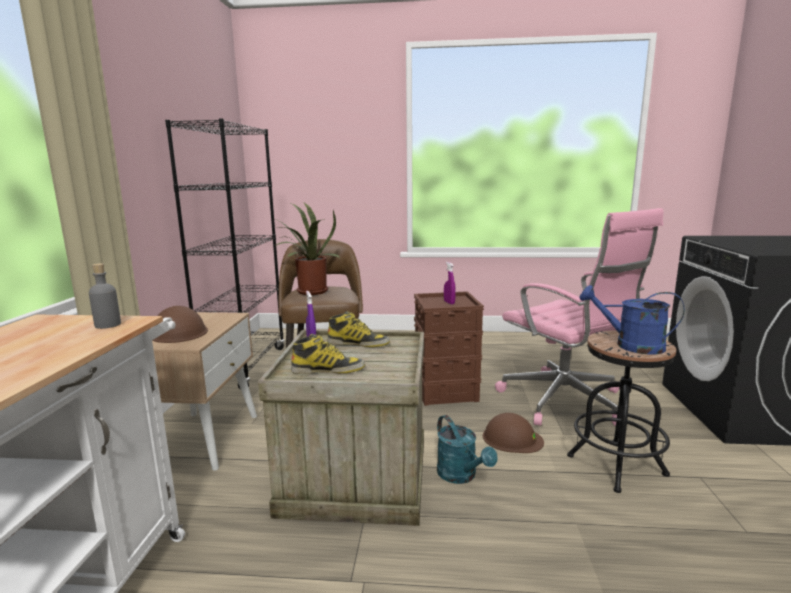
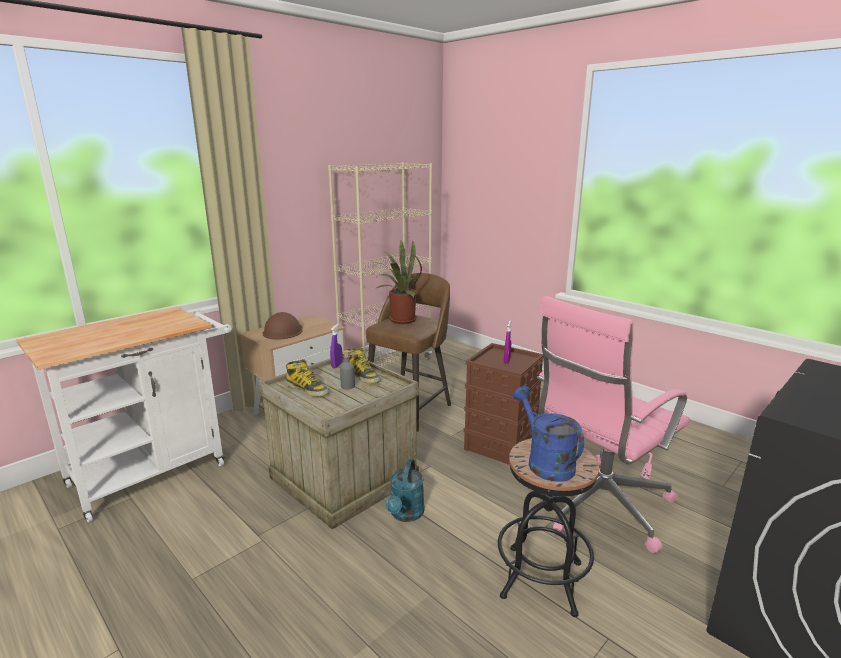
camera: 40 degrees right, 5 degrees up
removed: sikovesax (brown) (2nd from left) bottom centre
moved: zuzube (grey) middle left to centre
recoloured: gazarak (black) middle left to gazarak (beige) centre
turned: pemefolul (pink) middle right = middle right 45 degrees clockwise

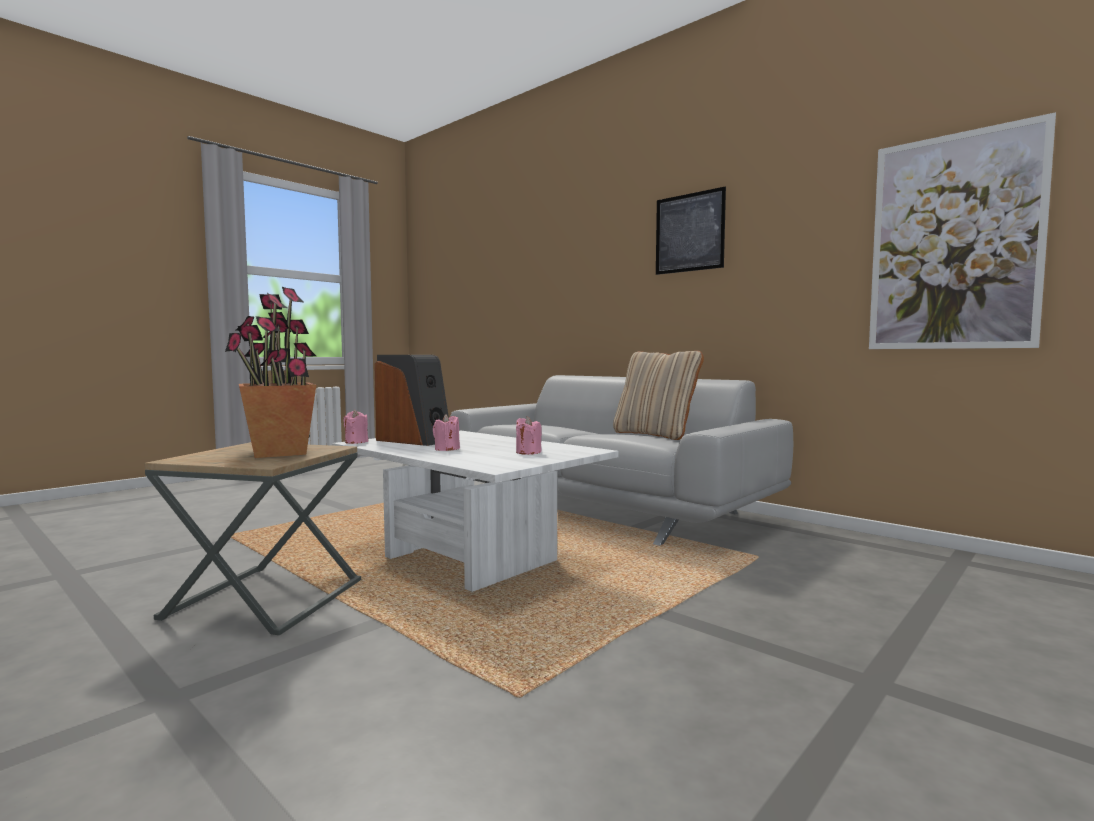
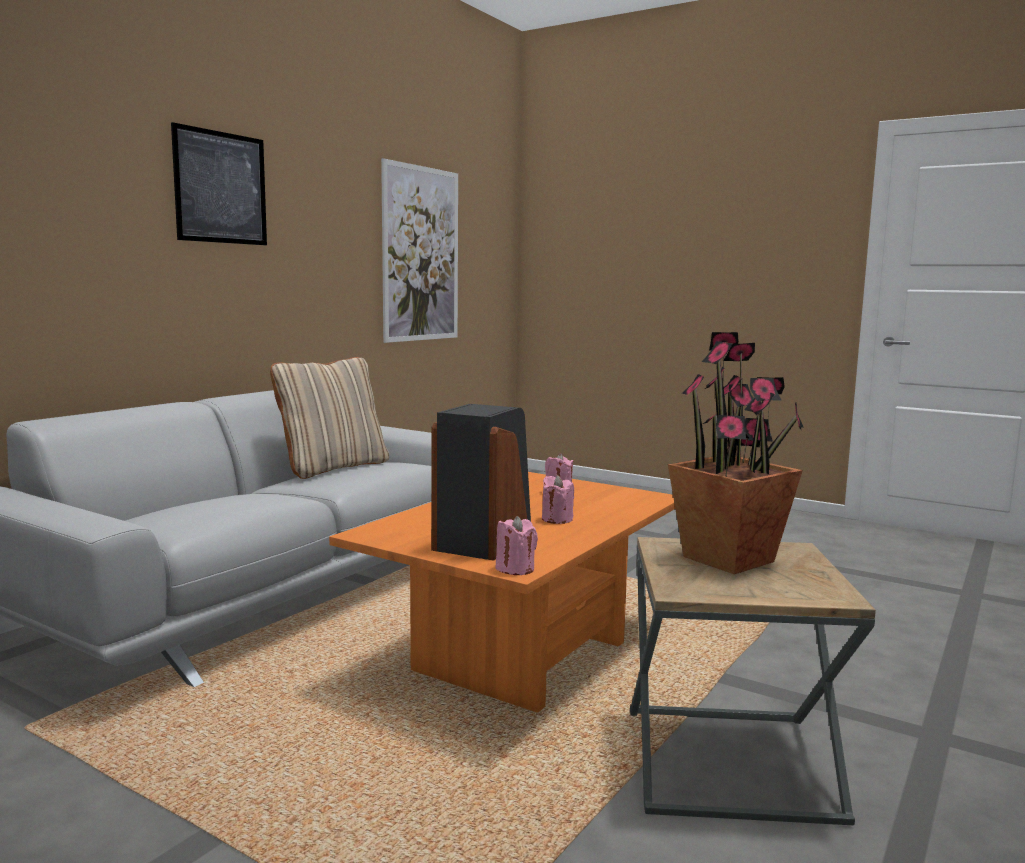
camera: 100 degrees left, 5 degrees up
recoloured: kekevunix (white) centre to kekevunix (orange) bottom centre

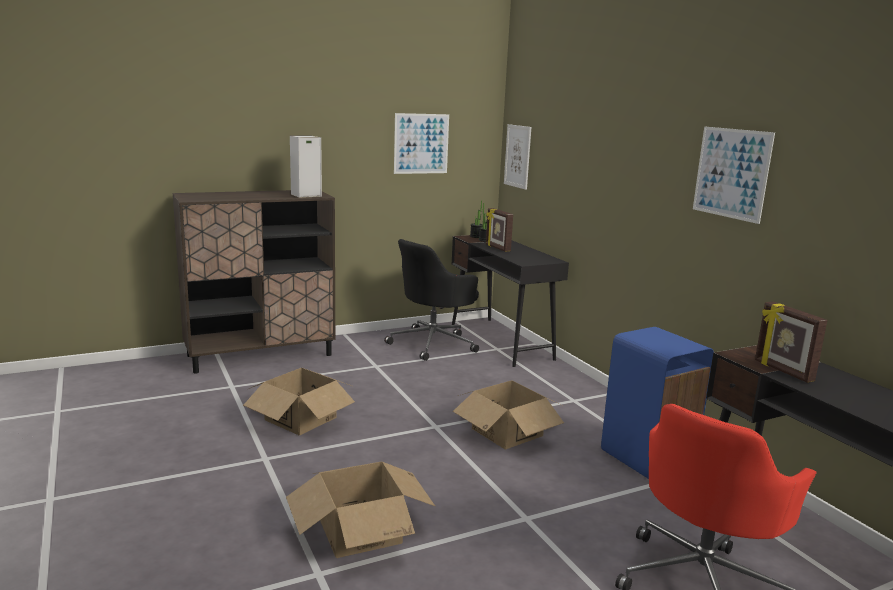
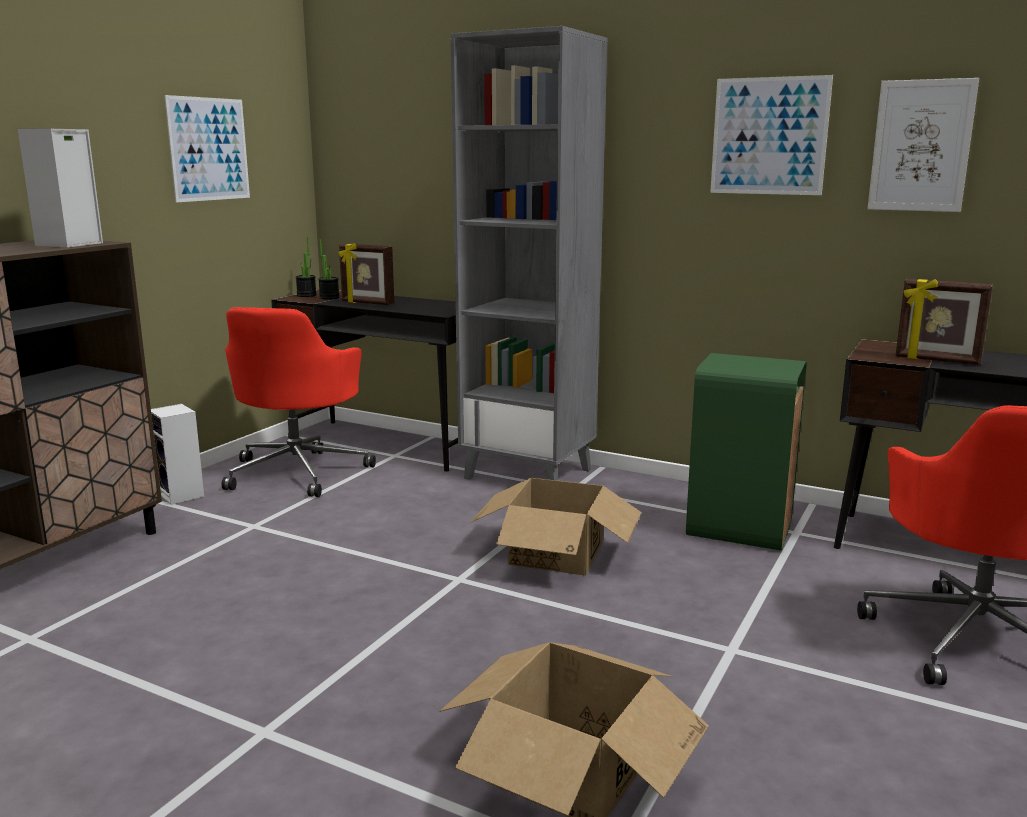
camera: 35 degrees left, 0 degrees up
removed: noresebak (1st from left) bottom centre
added: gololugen (2nd from left) middle left; gazarak (grey) top centre
moved: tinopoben (2nd from left in the first image) top centre to tinopoben (3rd from left) top right
recoloured: pemefolul (black) centre to pemefolul (red) (1st from left) middle left; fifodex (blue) bottom right to fifodex (green) middle right

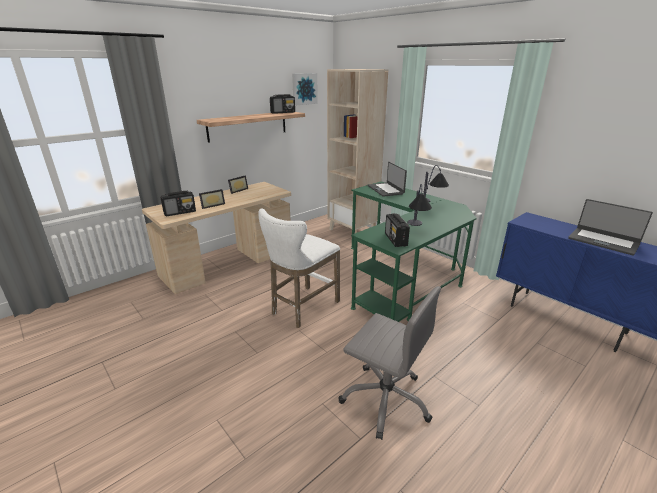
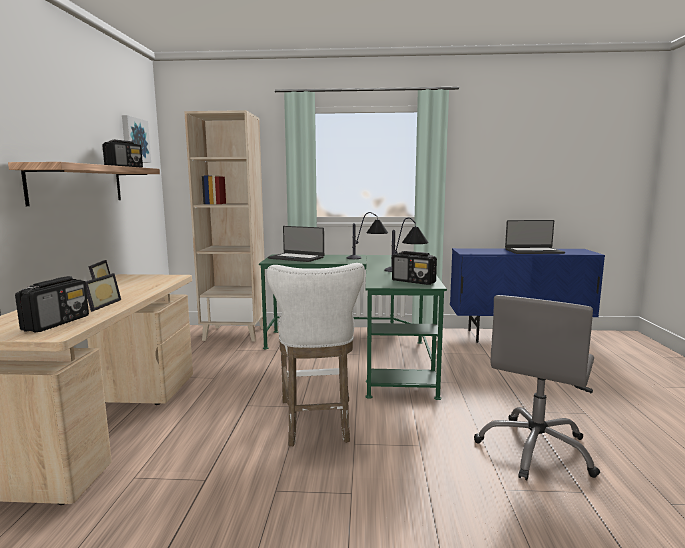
camera: 45 degrees left, 15 degrees down
turned: pemefolul (grey) bottom centre = bottom right 135 degrees clockwise

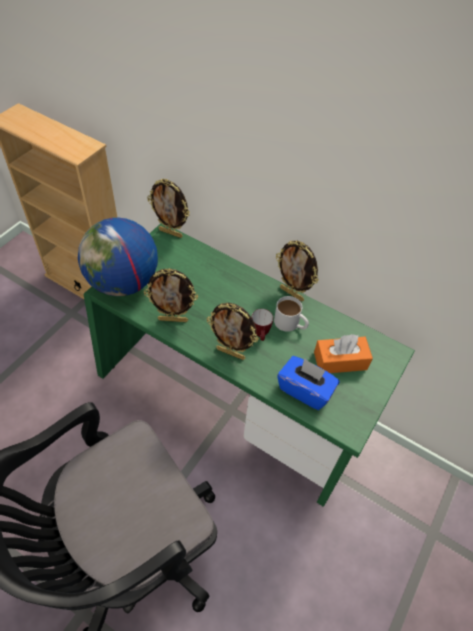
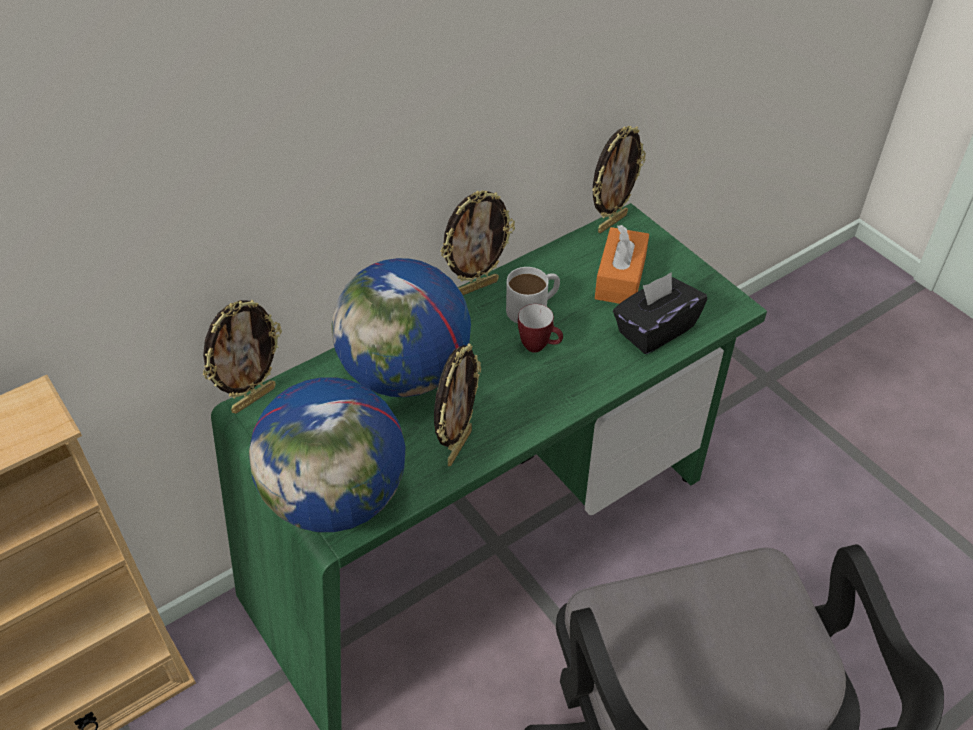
camera: 65 degrees left, 5 degrees down
added: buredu (2nd from left) centre
moved: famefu (3rd from left in the first image) centre to famefu (4th from left) top centre
recoloured: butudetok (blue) centre to butudetok (black) middle right

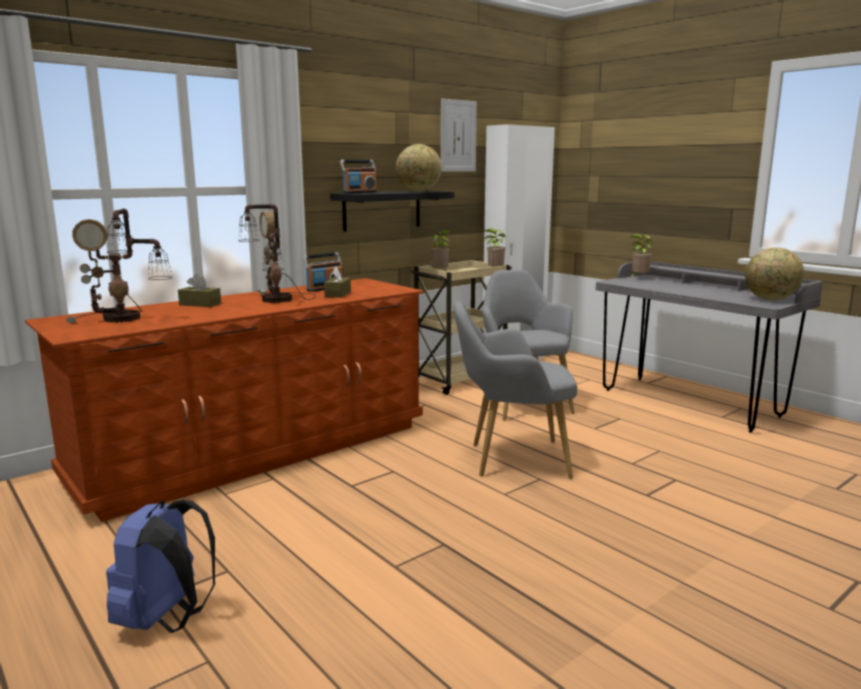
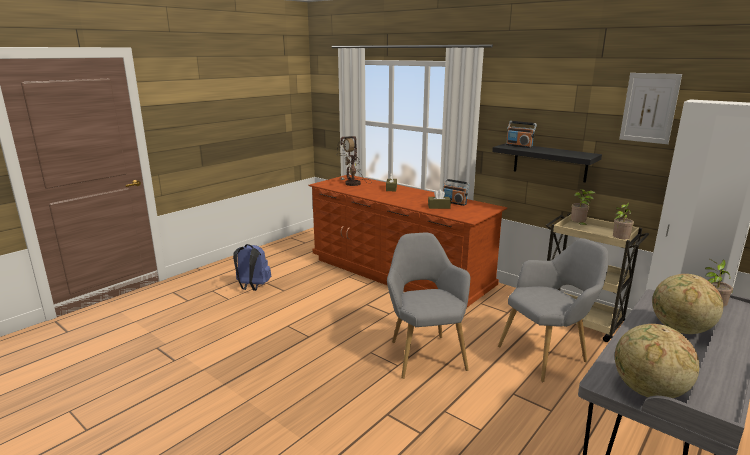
camera: 80 degrees right, 5 degrees up
removed: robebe (2nd from left) middle left
moved: buredu (1st from left in the first image) top centre to buredu (2nd from left) bottom right

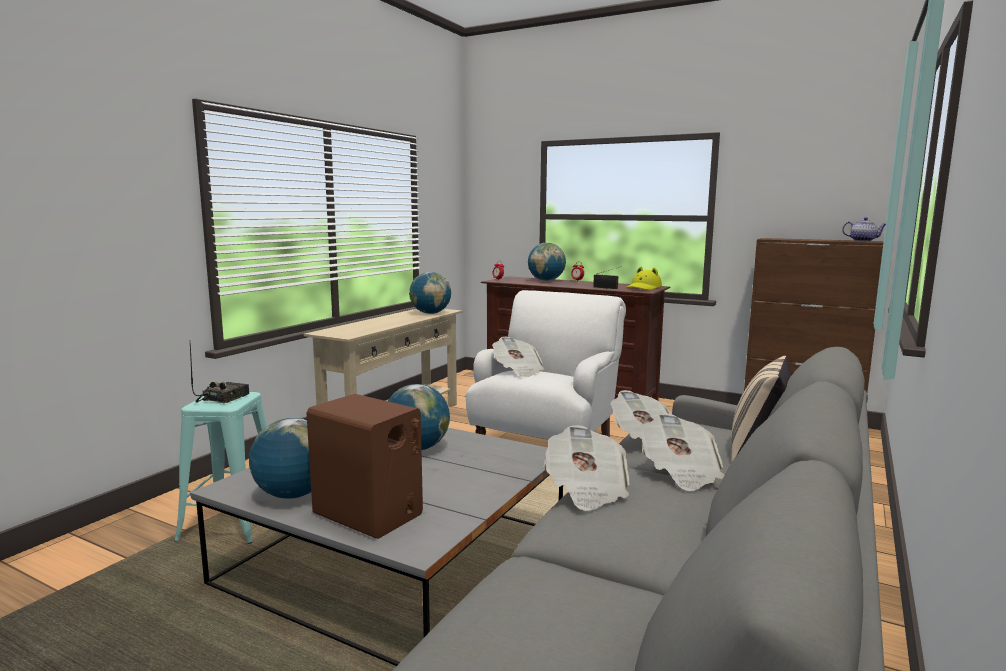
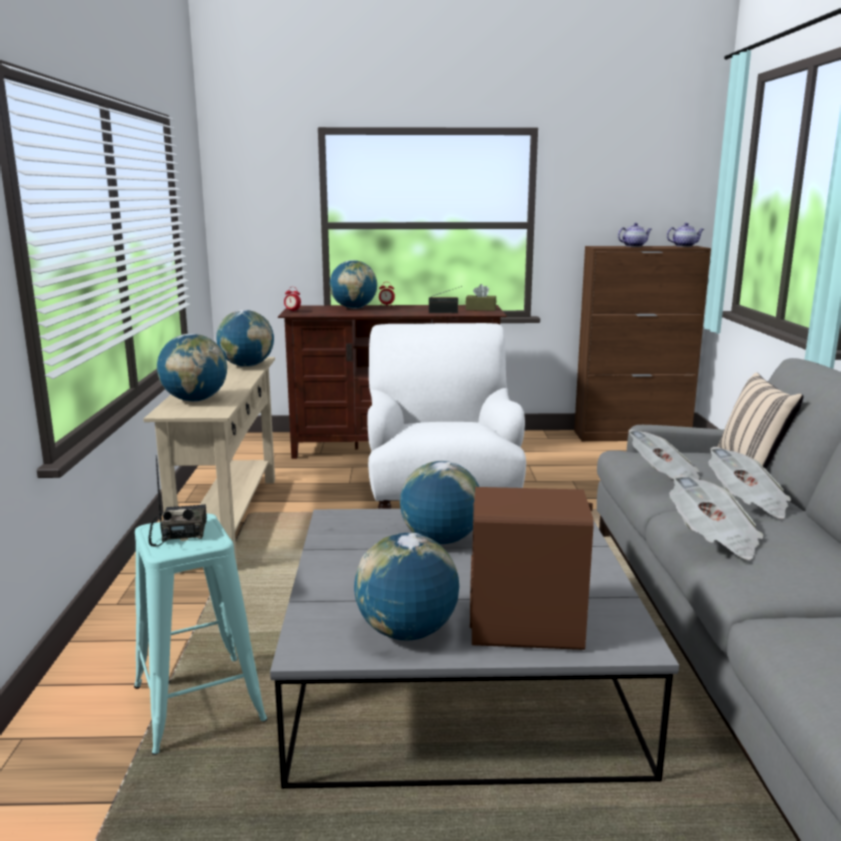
camera: 30 degrees left, 5 degrees up
removed: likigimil (1st from left) centre
added: buredu (1st from left) middle left; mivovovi (1st from left) top right
replaced: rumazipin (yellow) centre to butudetok (brown) centre

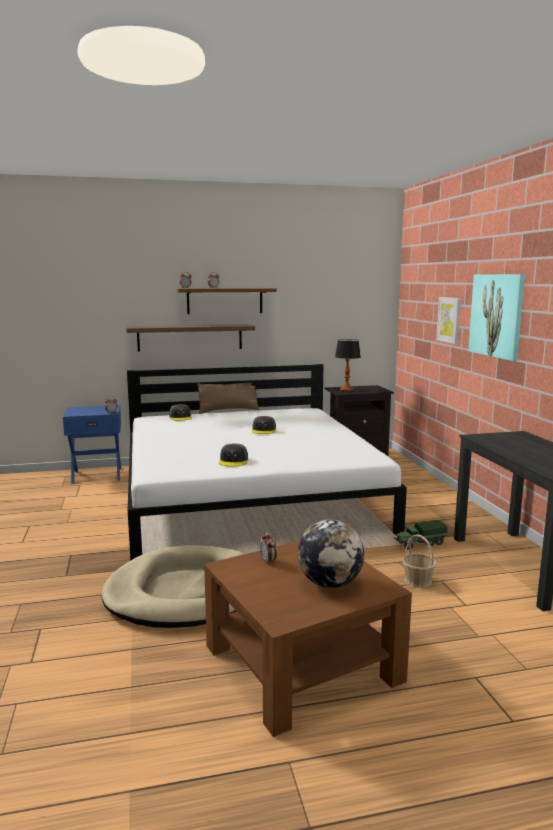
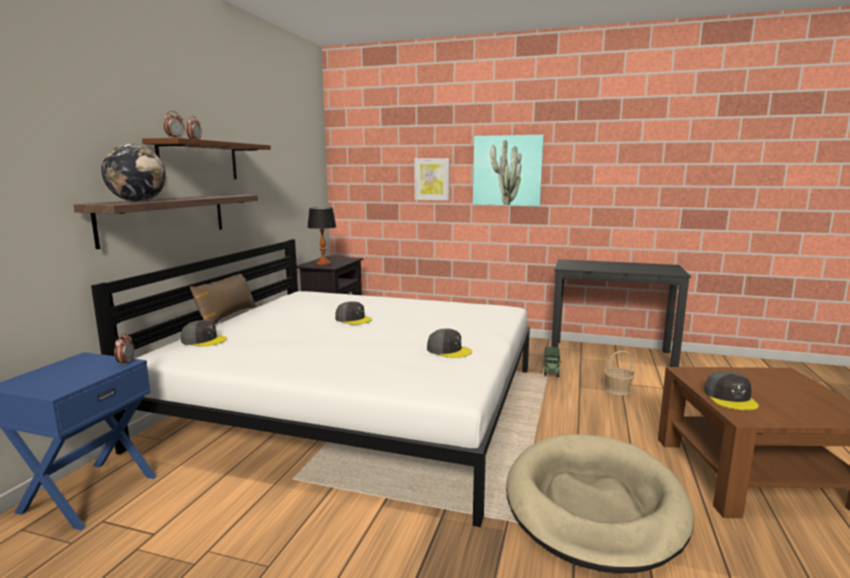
camera: 60 degrees left, 0 degrees up
moved: buredu centre to top left
replaced: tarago (4th from left) centre to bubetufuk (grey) (4th from left) bottom right

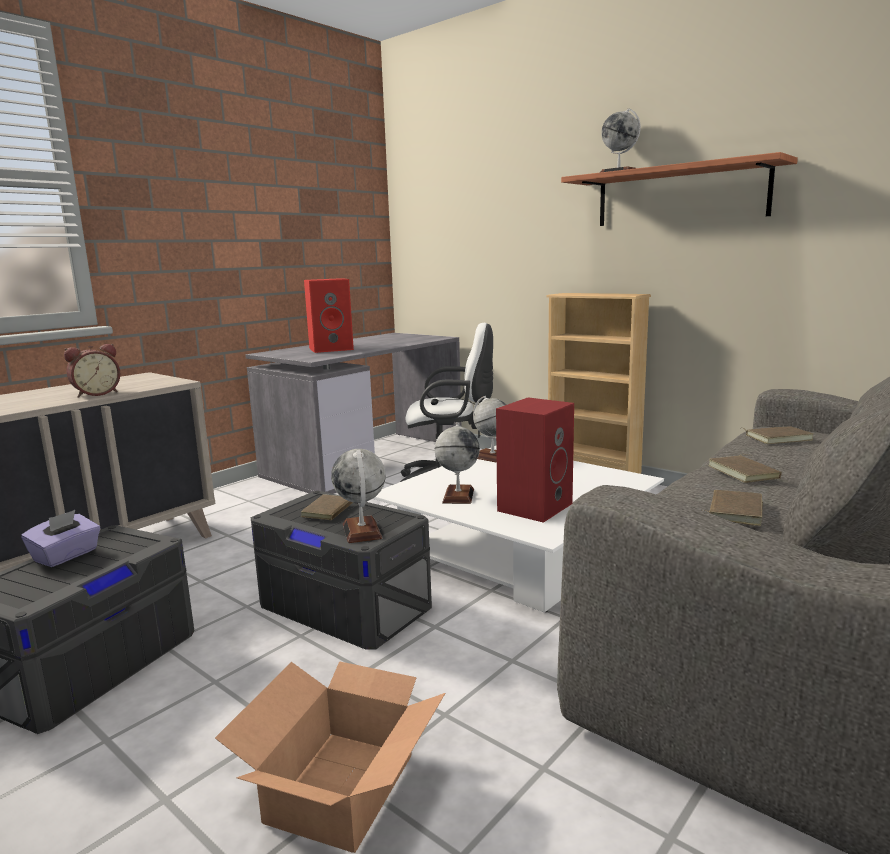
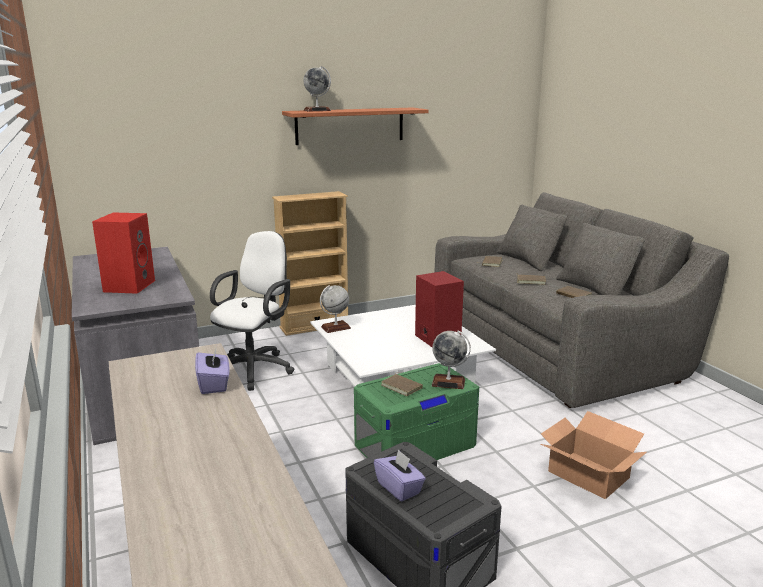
camera: 65 degrees left, 5 degrees up
removed: buredu (2nd from left) centre
replaced: tarago middle left to butudetok (purple) (1st from left) middle left
recoloured: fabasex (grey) (2nd from left) bottom centre to fabasex (green) bottom centre

